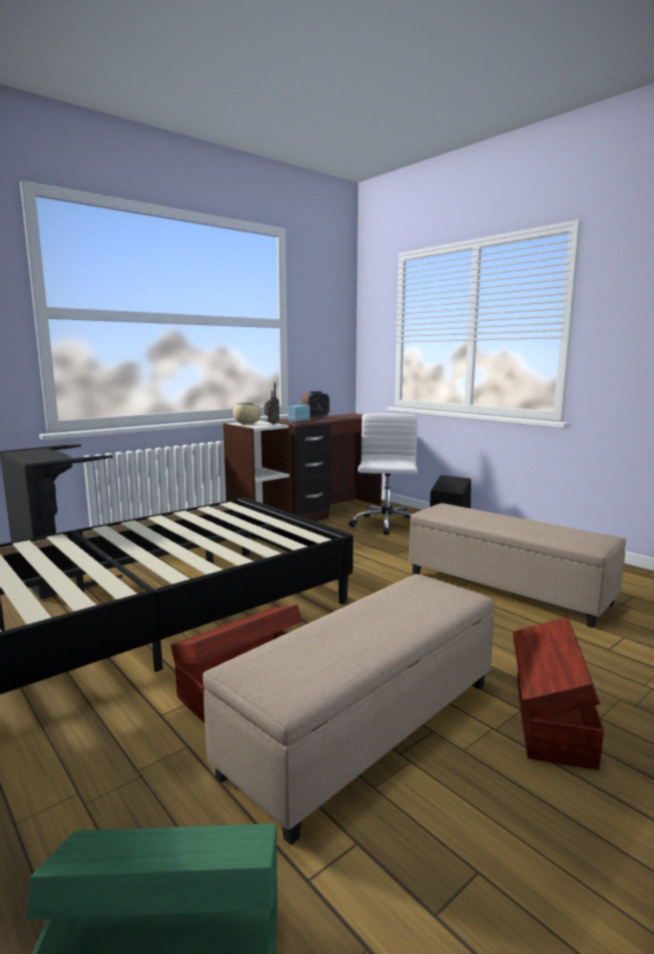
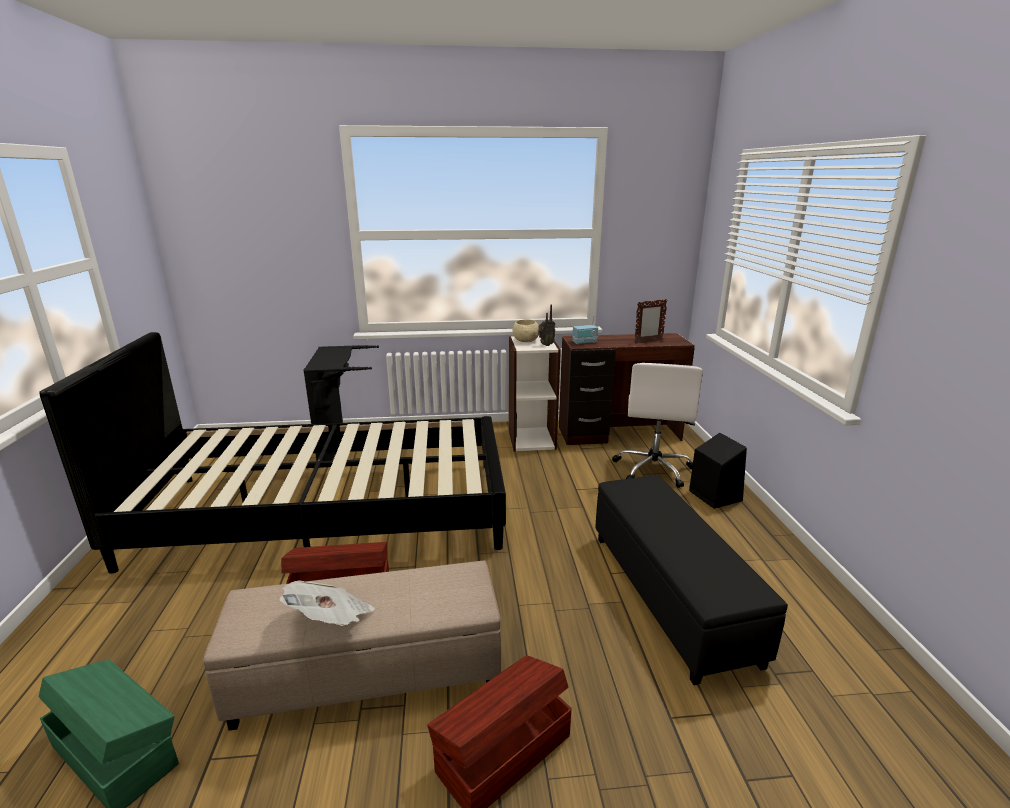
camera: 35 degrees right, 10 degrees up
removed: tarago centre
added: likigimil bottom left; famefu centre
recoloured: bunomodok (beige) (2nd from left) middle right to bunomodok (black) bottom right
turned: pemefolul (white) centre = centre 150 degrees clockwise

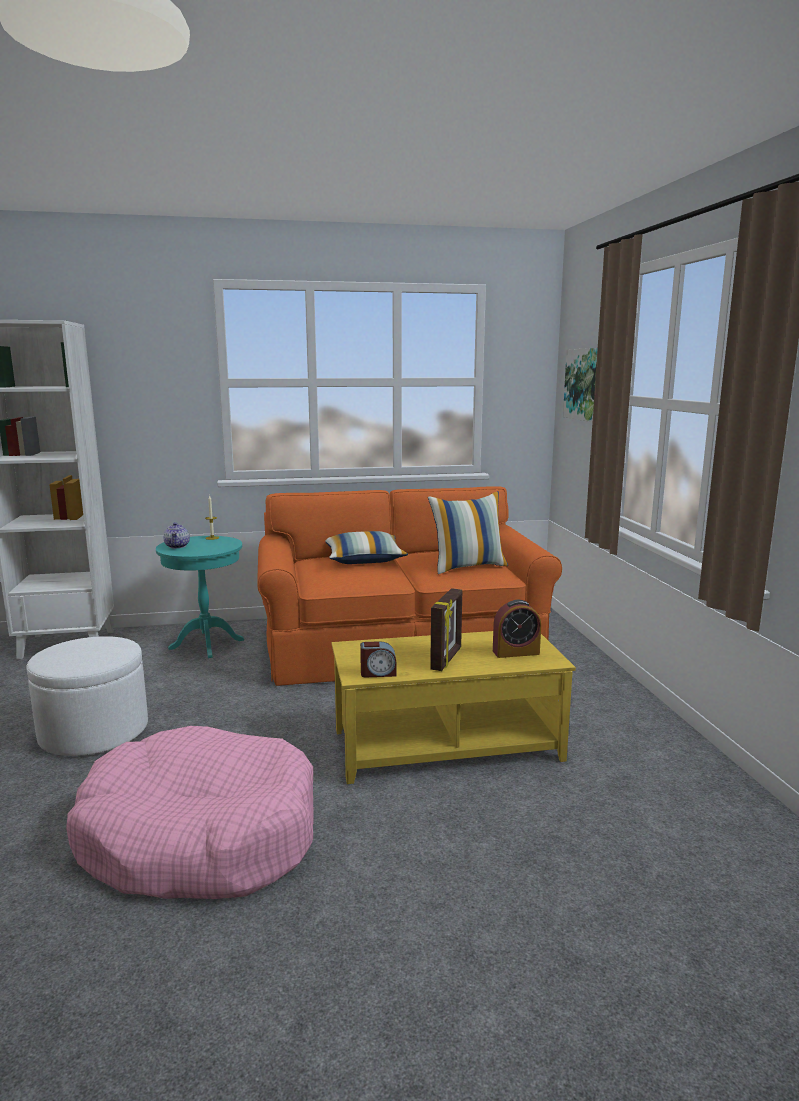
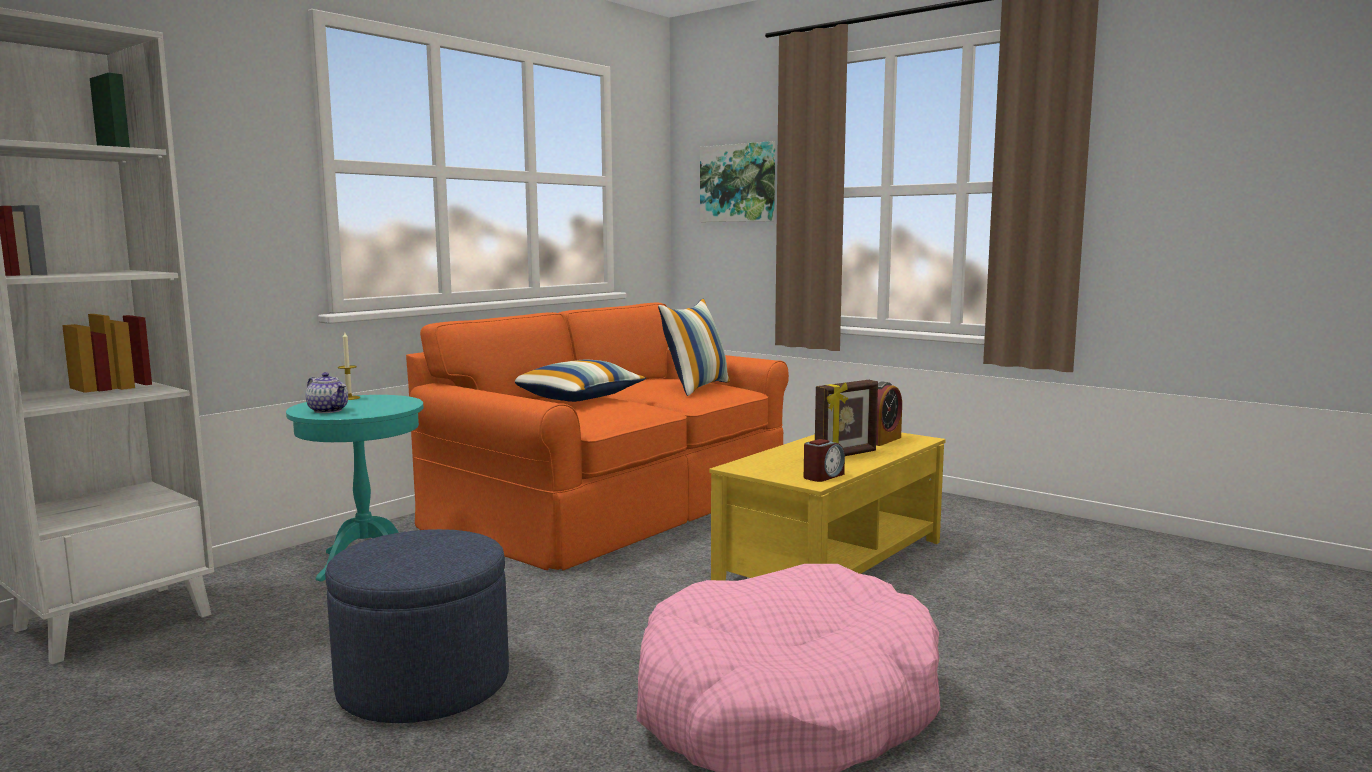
camera: 40 degrees left, 5 degrees down
recoloured: bunomodok (white) middle left to bunomodok (blue) bottom left
turned: famefu centre = centre 75 degrees clockwise

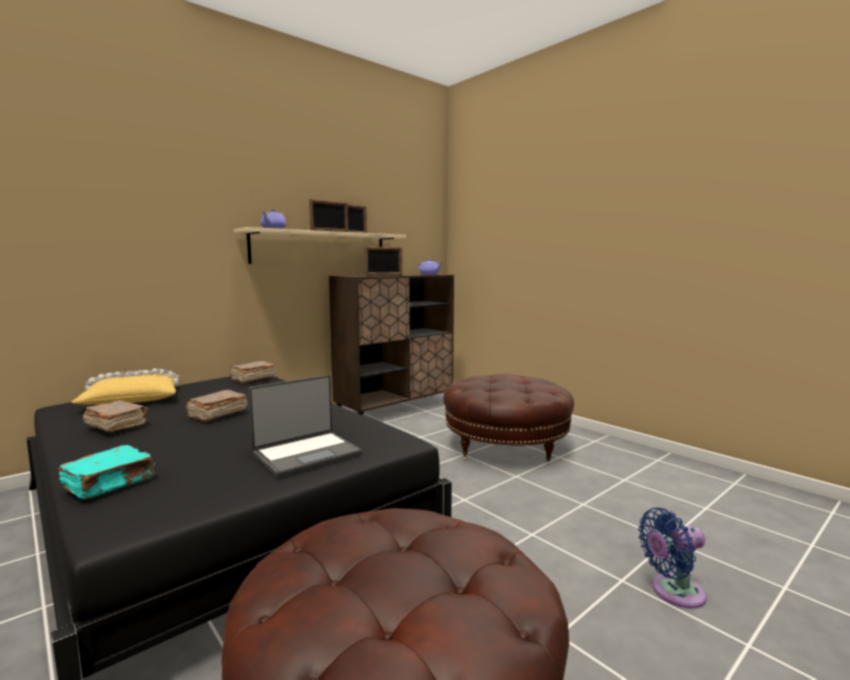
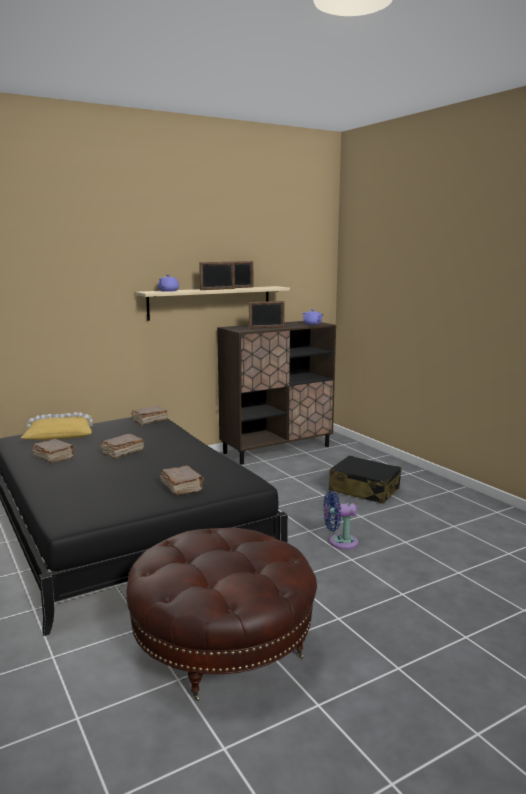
camera: 10 degrees right, 5 degrees up
removed: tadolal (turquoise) bottom left
moved: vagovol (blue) bottom right to centre
replaced: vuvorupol centre to tadolal (brown) (4th from left) centre; bunomodok (brown) (2nd from left) centre to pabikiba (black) middle right

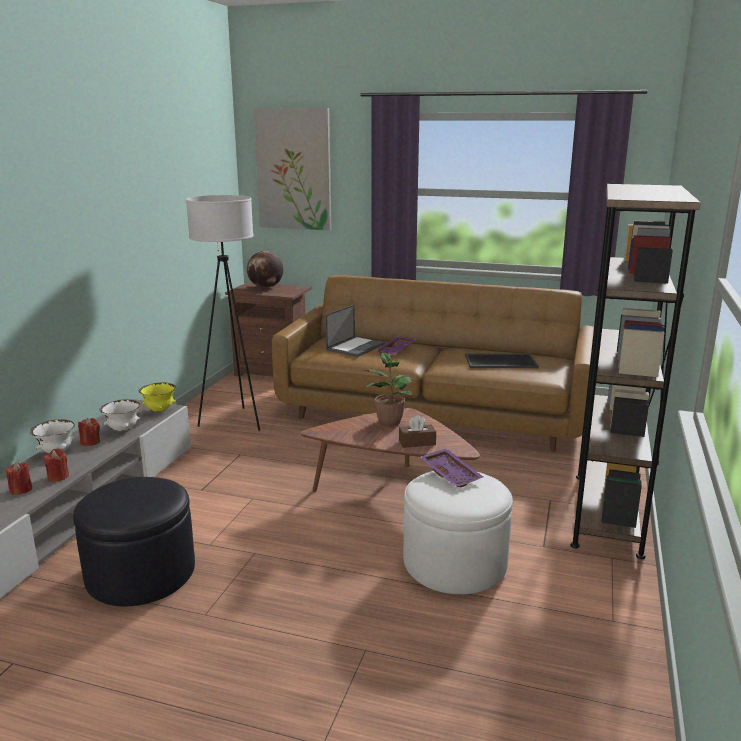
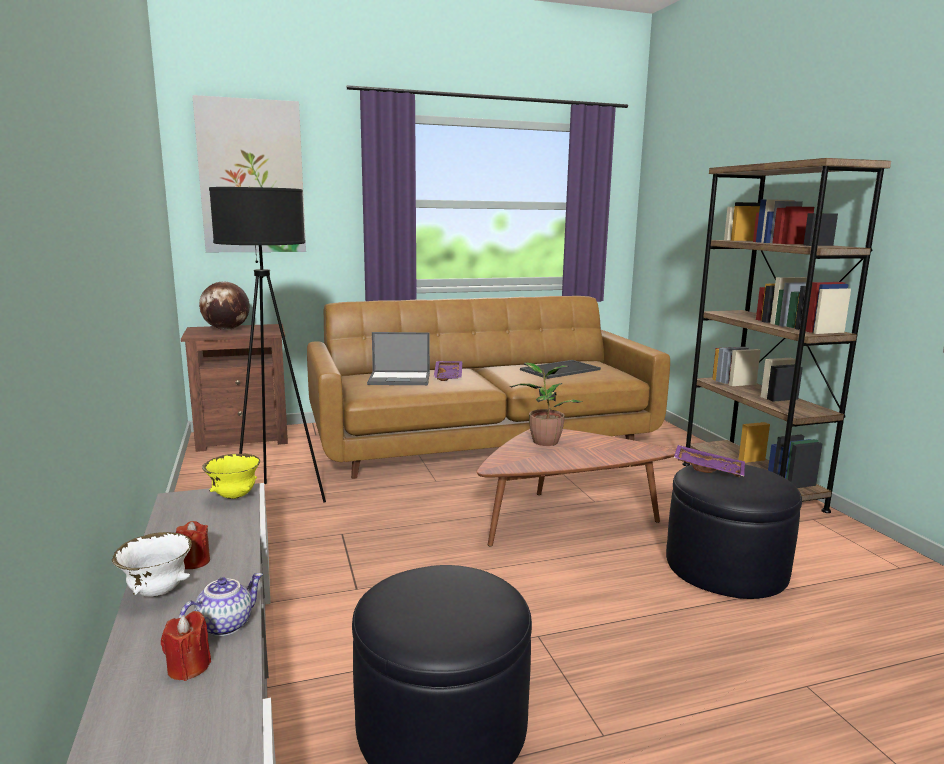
camera: 35 degrees left, 5 degrees down
removed: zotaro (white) (2nd from left) middle left; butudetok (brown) centre
replaced: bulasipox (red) (2nd from left) middle left to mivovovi bottom left
recoloured: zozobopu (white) middle left to zozobopu (black) middle left; bunomodok (white) bottom centre to bunomodok (black) (2nd from left) bottom right
turned: vuvorupol centre = centre 90 degrees clockwise

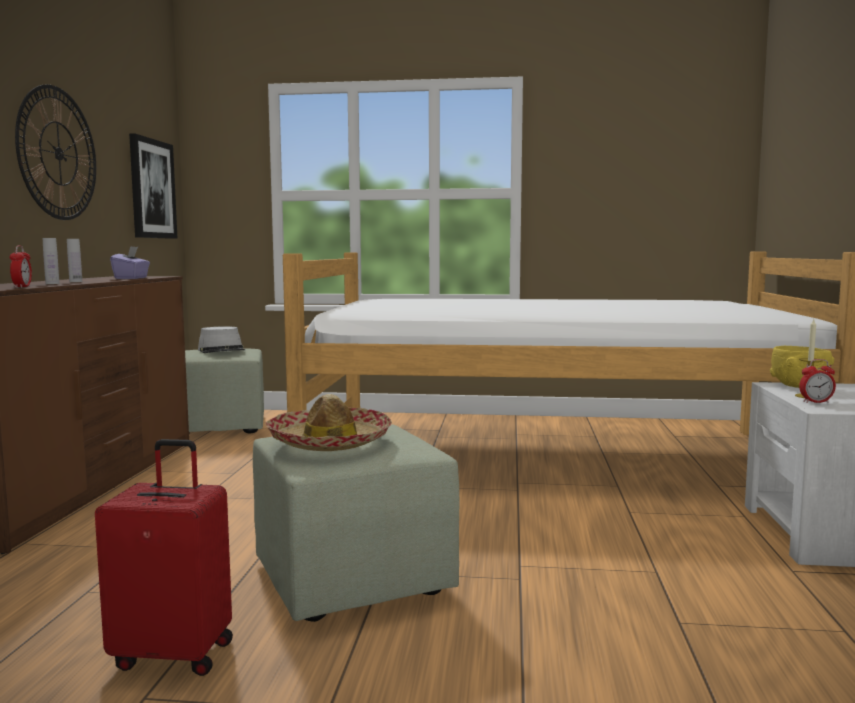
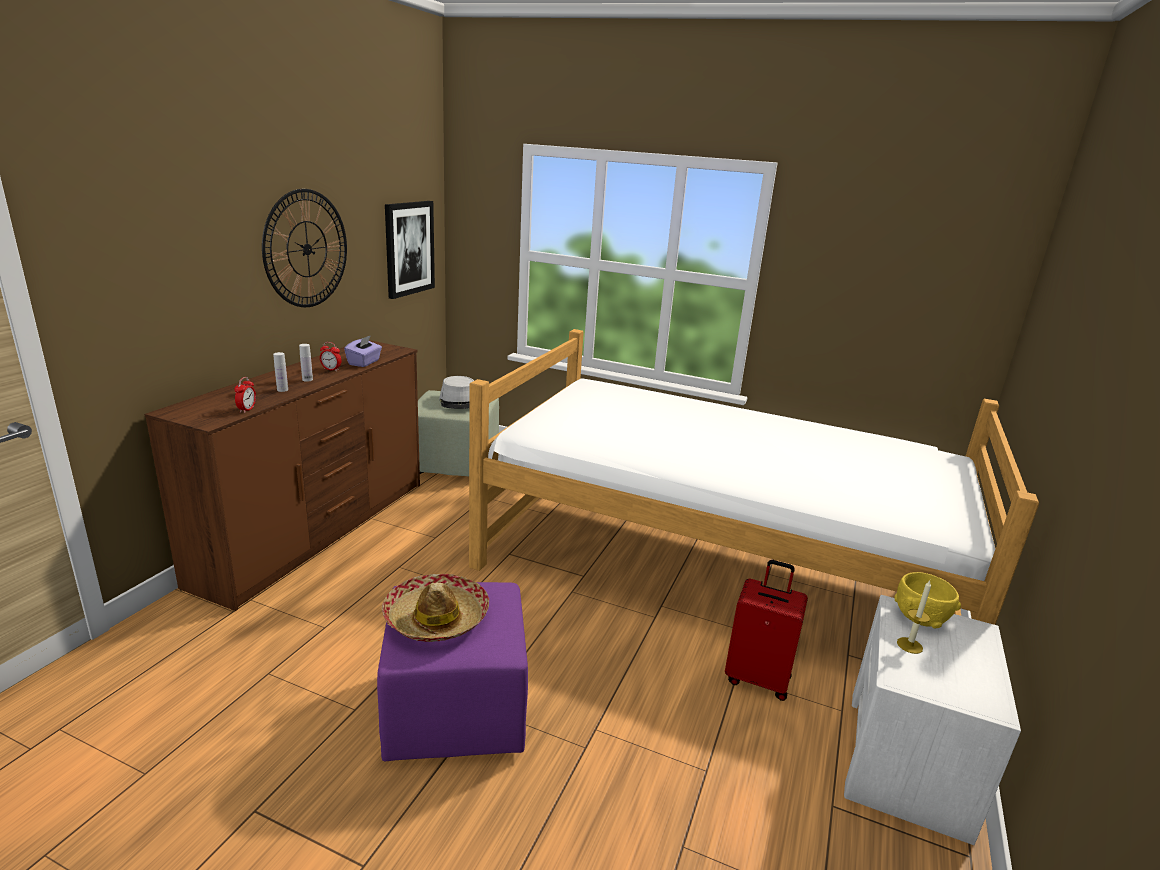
camera: 15 degrees right, 15 degrees up
moved: pabikiba (red) bottom left to bottom centre; tarago (2nd from left) middle right to middle left
recoloured: bunomodok (green) (2nd from left) bottom centre to bunomodok (purple) bottom centre

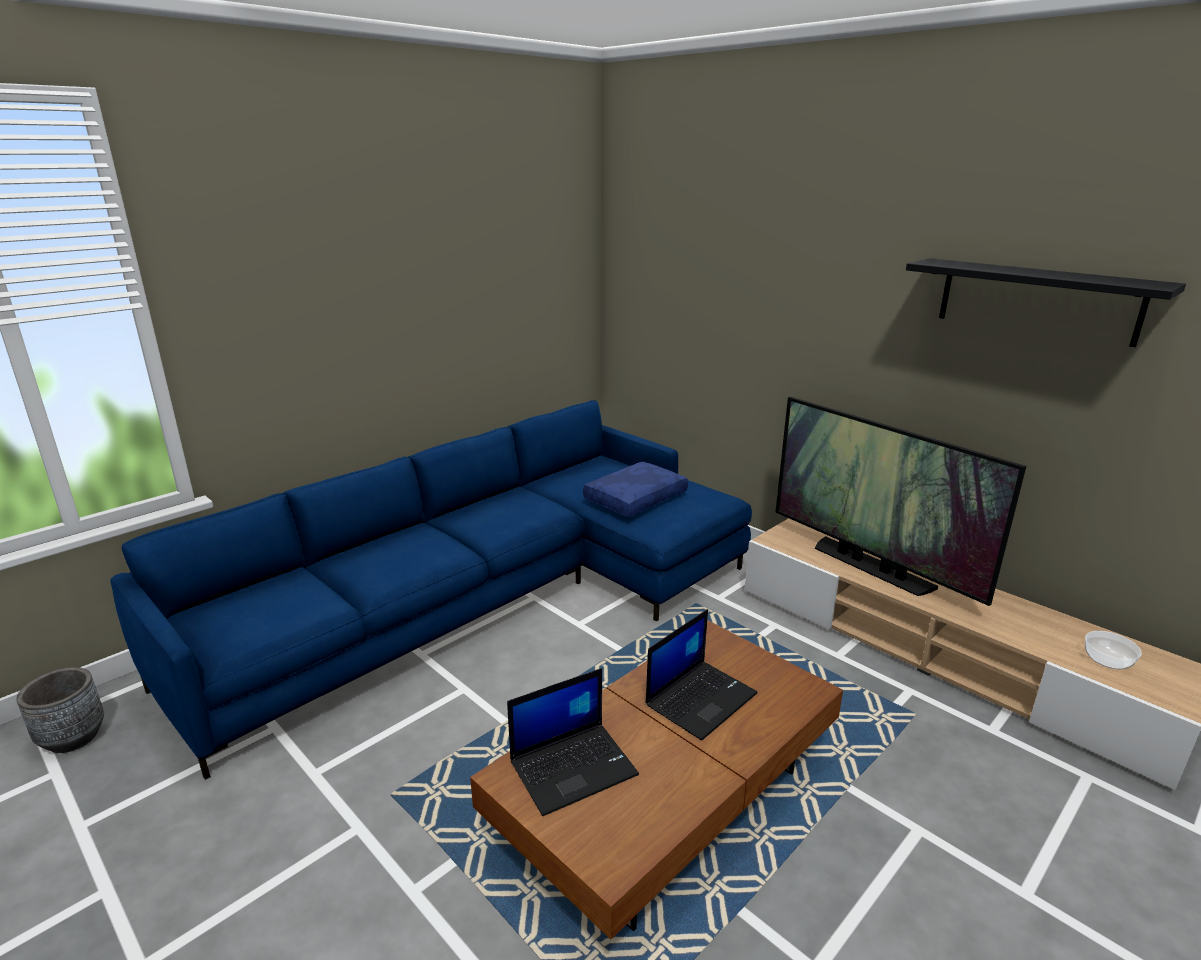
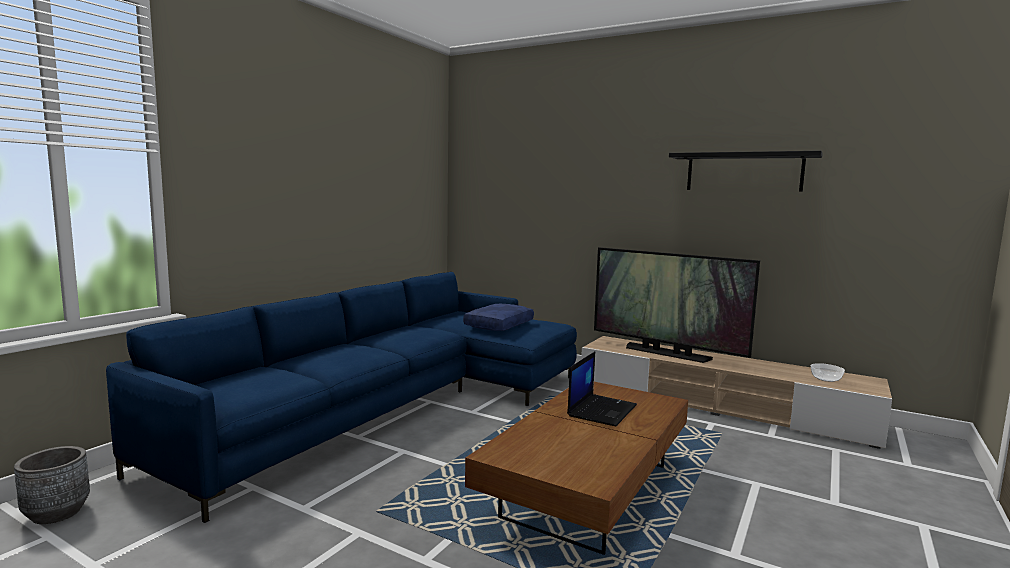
camera: 15 degrees left, 15 degrees down
removed: vuvorupol (1st from left) bottom centre

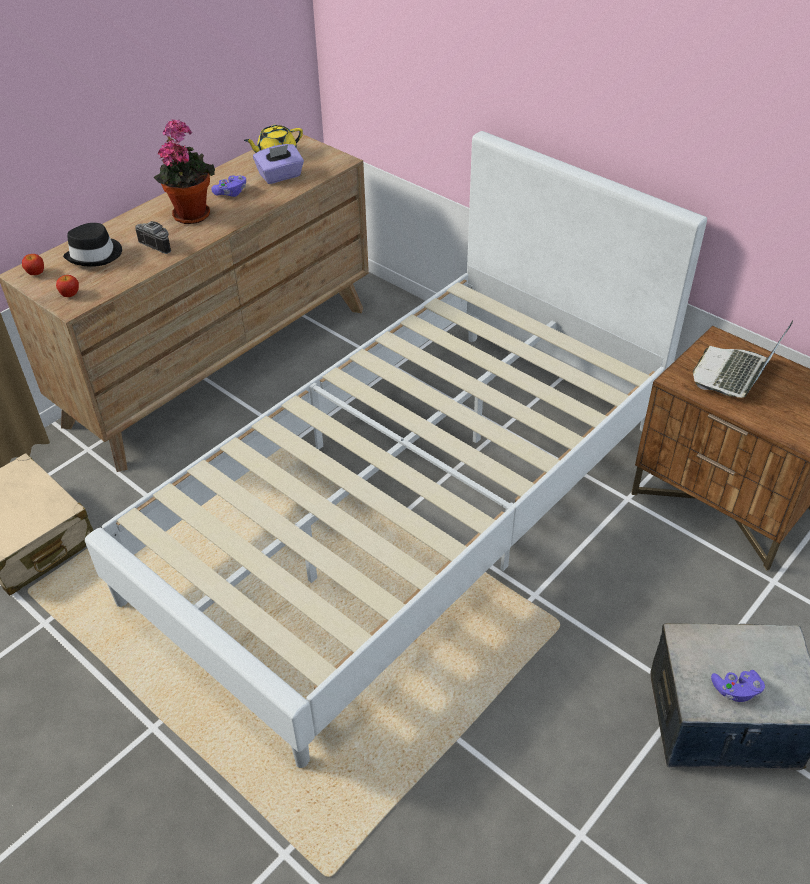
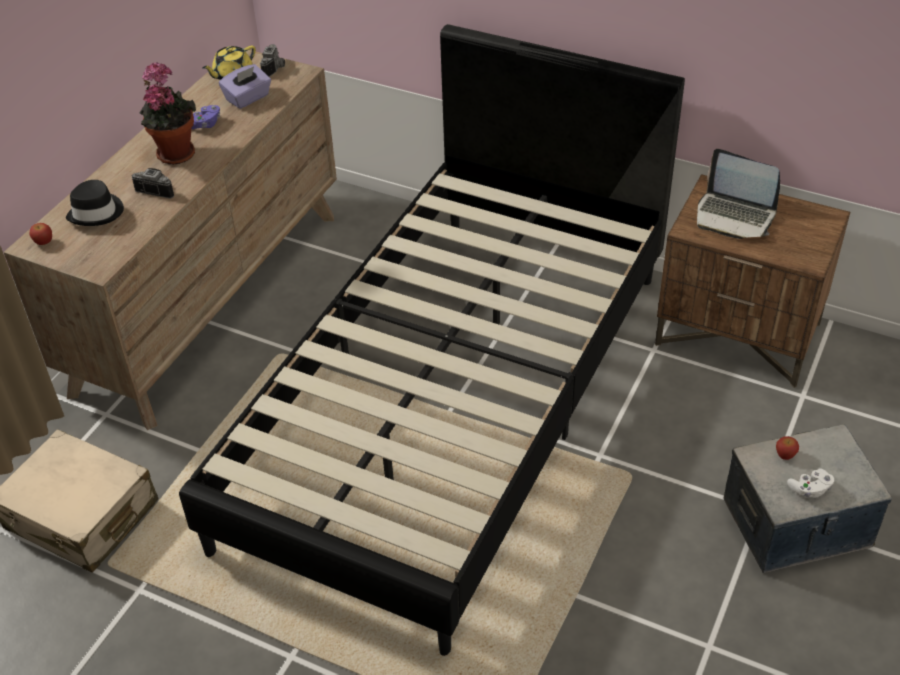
camera: 15 degrees left, 0 degrees up
added: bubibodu (2nd from left) top left
moved: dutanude (2nd from left) top left to middle right
recoloured: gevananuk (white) centre to gevananuk (black) centre; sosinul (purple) (2nd from left) bottom right to sosinul (white) bottom right
turned: vuvorupol middle right = top right 75 degrees counterclockwise

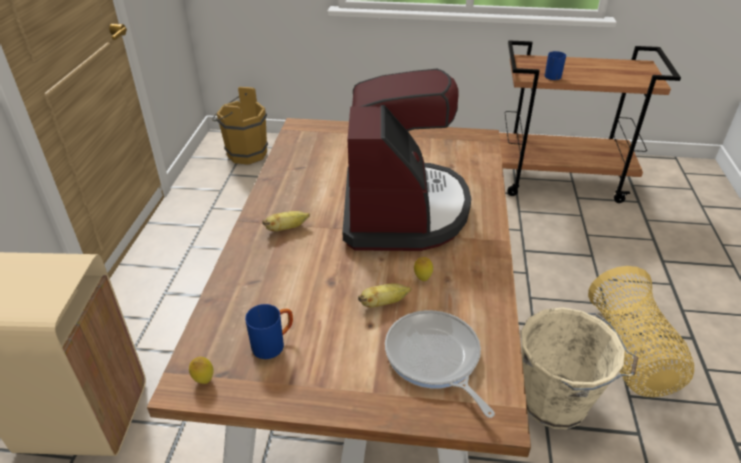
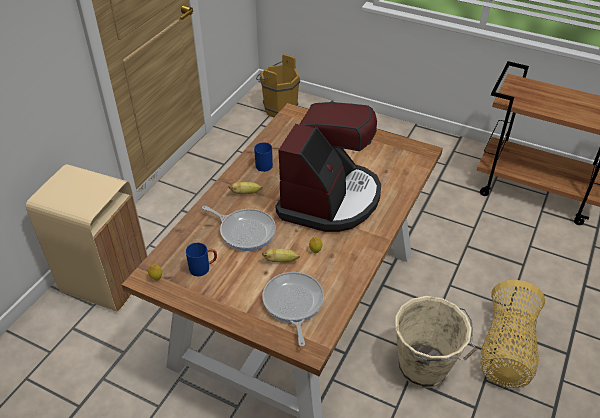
camera: 20 degrees right, 5 degrees up
added: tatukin (1st from left) centre
moved: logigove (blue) (2nd from left) top right to centre

